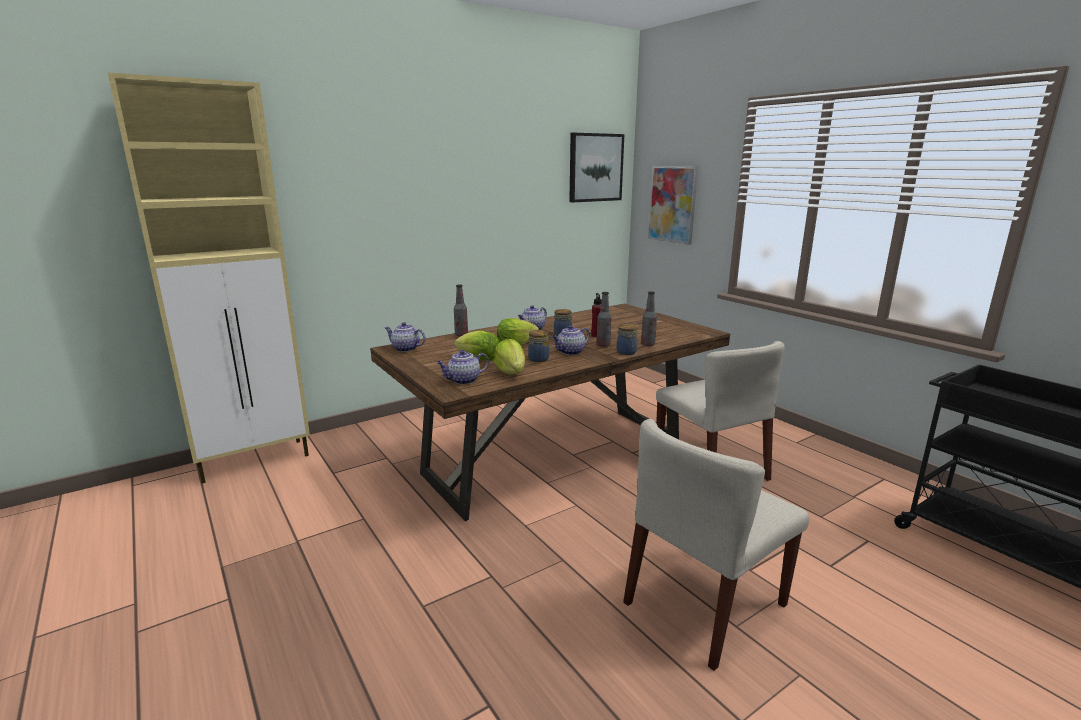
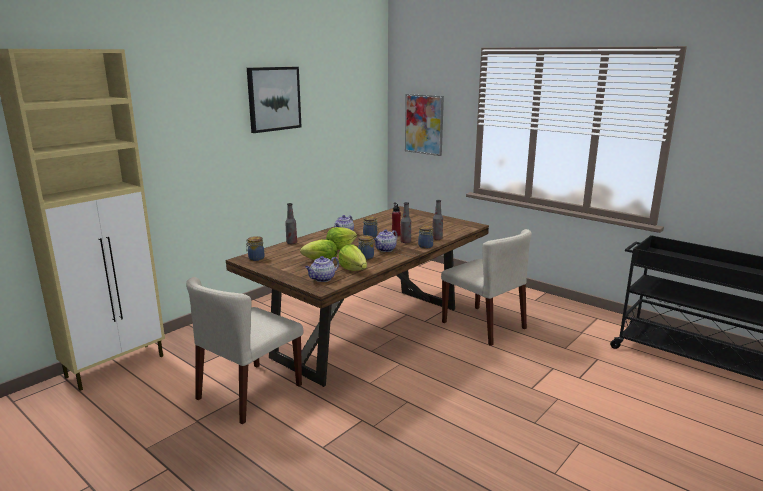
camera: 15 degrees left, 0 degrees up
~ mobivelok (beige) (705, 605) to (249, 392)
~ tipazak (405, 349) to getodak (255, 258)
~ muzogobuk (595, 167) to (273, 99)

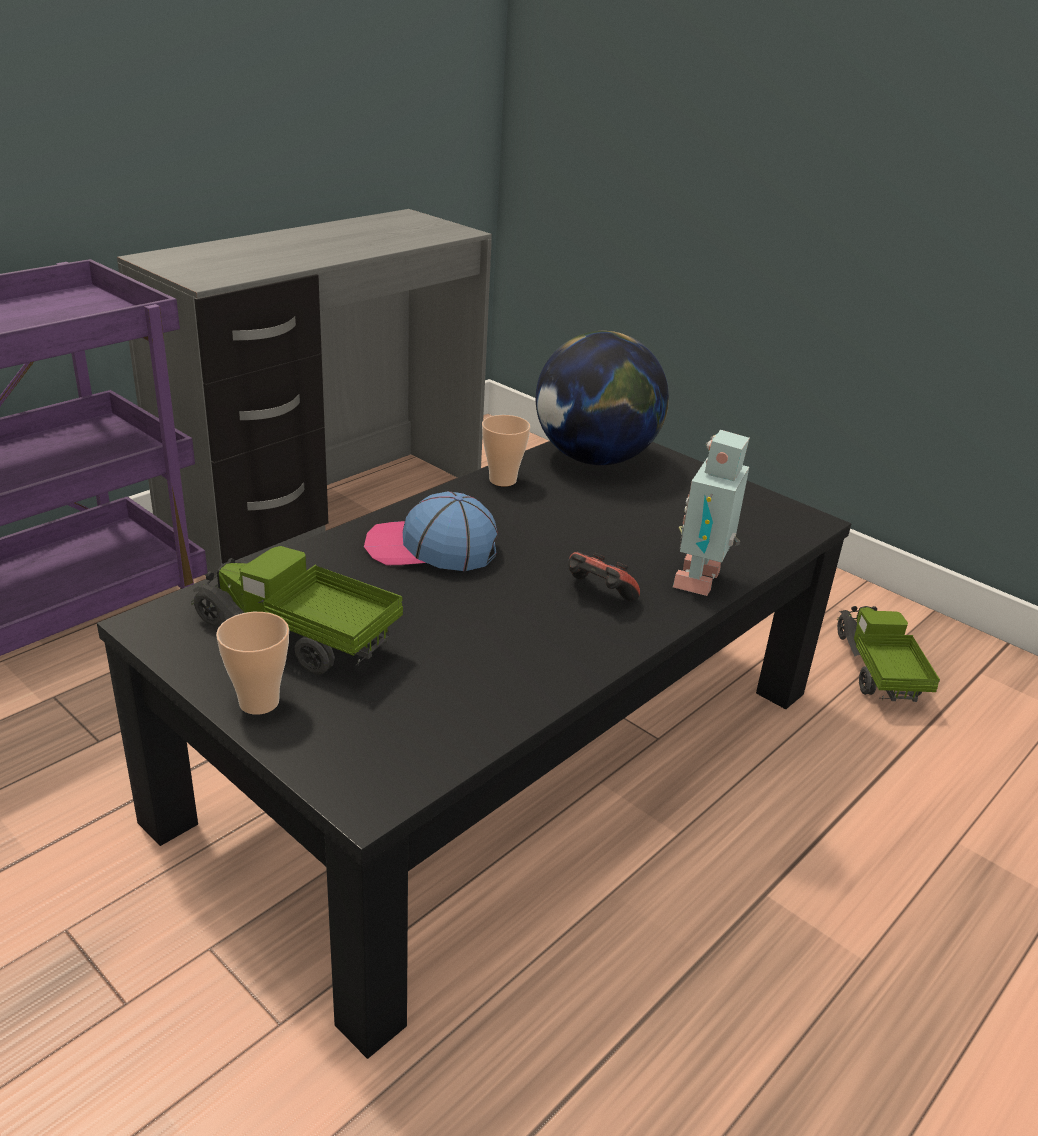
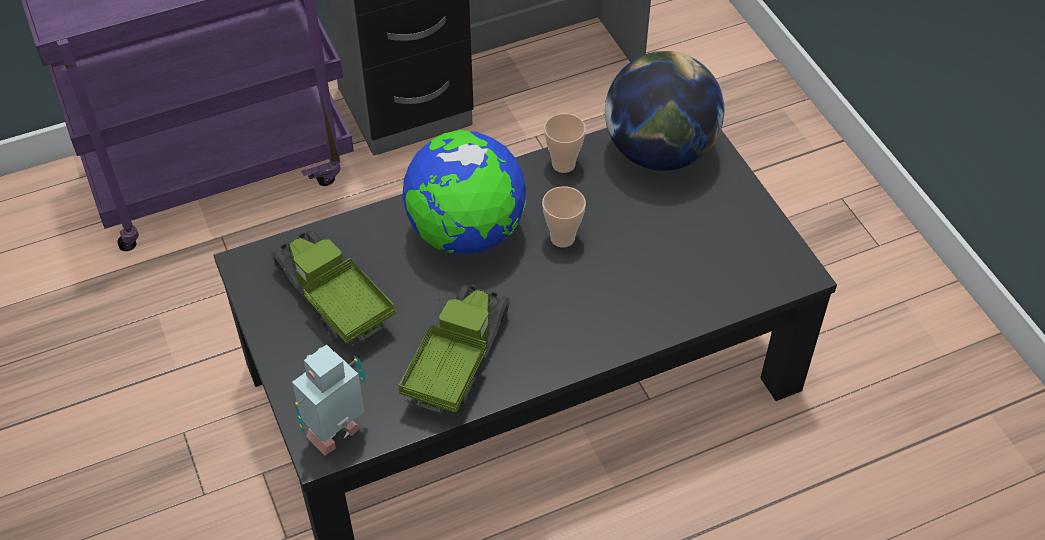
camera: 25 degrees right, 20 degrees up
~ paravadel (702, 580) to (338, 435)
~ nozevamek (875, 671) to (458, 362)
~ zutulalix (431, 548) to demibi (466, 233)
~ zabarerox (259, 702) to (562, 238)
- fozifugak (598, 595)

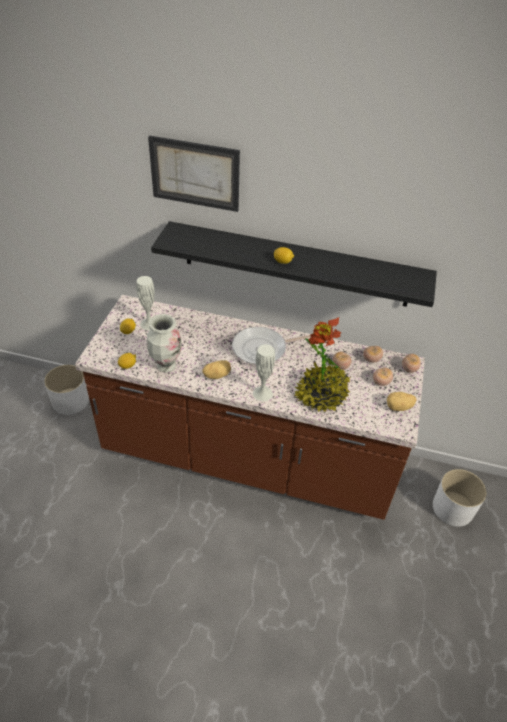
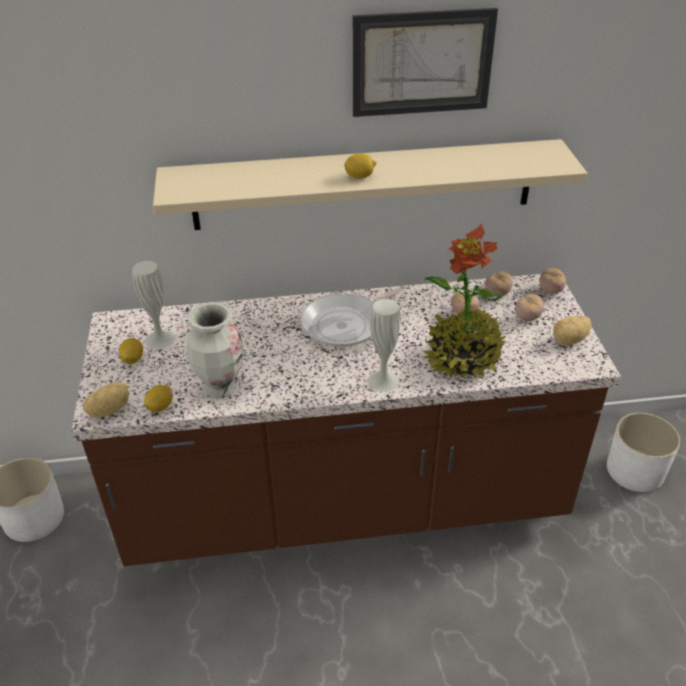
camera: 20 degrees left, 5 degrees down
~ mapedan (217, 375) to (109, 409)
~ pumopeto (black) (295, 264) to pumopeto (beige) (363, 185)
~ muzogobuk (195, 173) to (422, 63)

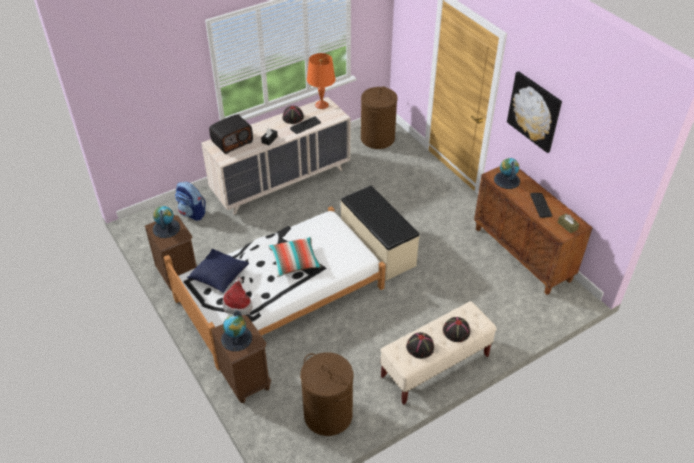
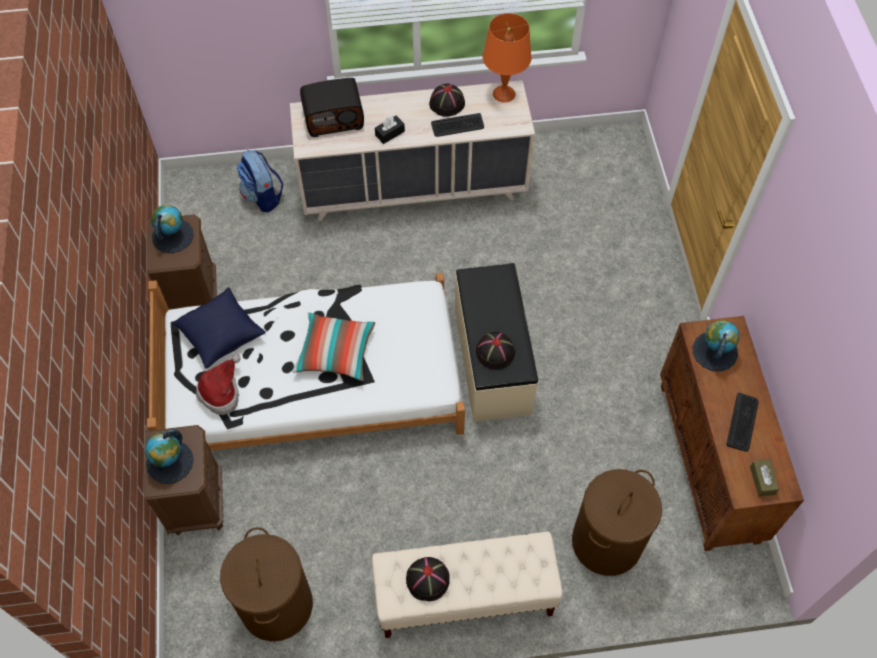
camera: 25 degrees right, 15 degrees up
~ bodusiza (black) (456, 331) to (494, 352)
~ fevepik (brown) (377, 139) to (607, 542)
- muzogobuk (534, 111)

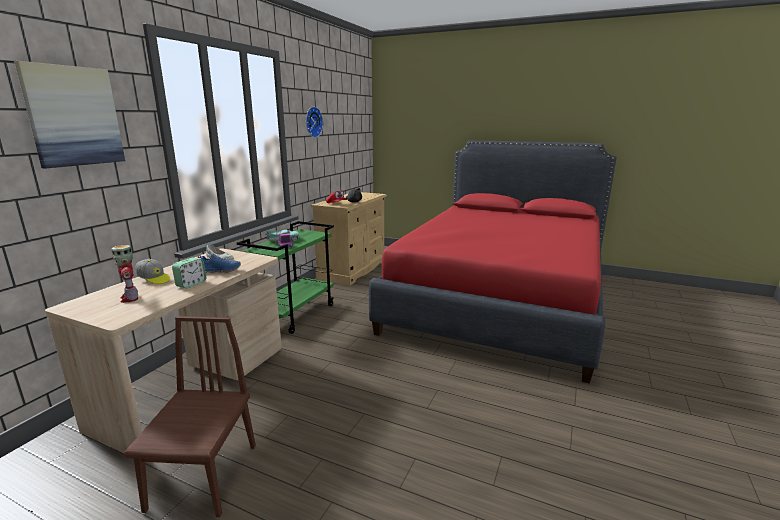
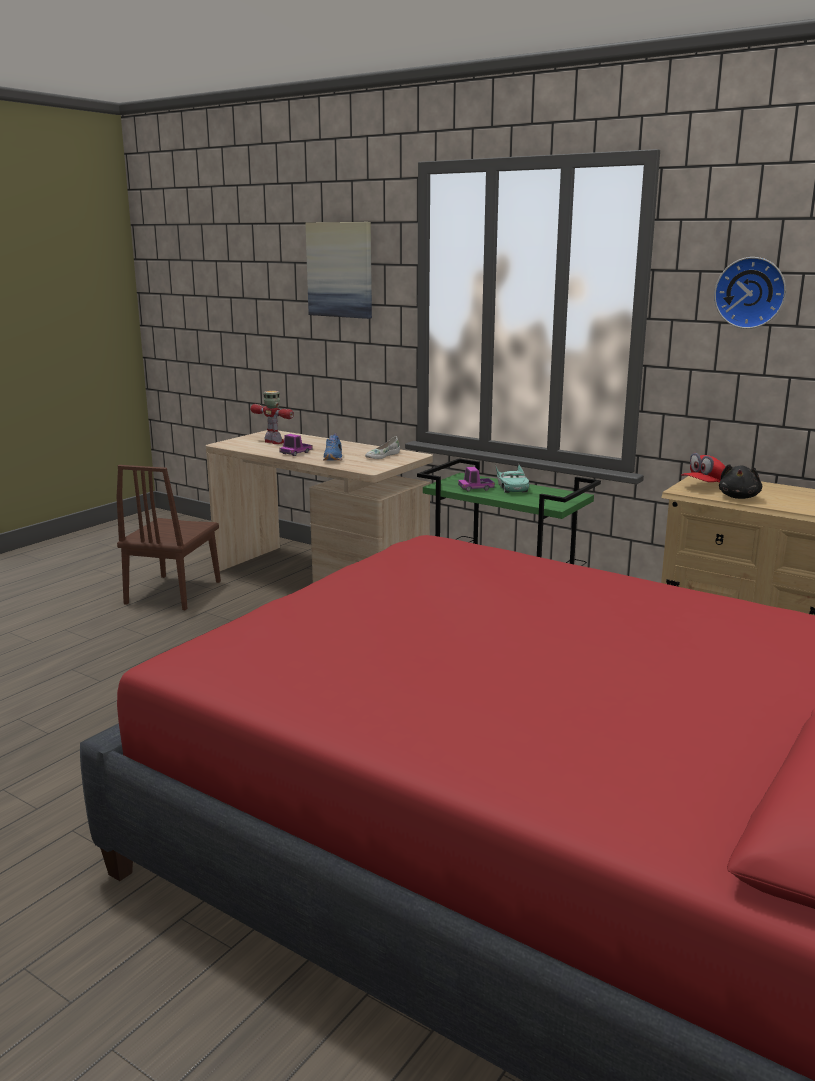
camera: 100 degrees right, 0 degrees up
~ mobivelok (brown) (204, 476) = (173, 592) 90 degrees clockwise
~ paravadel (130, 298) = (274, 442) 60 degrees clockwise
~ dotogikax (191, 284) to nozevamek (296, 453)
- zutulalix (154, 279)

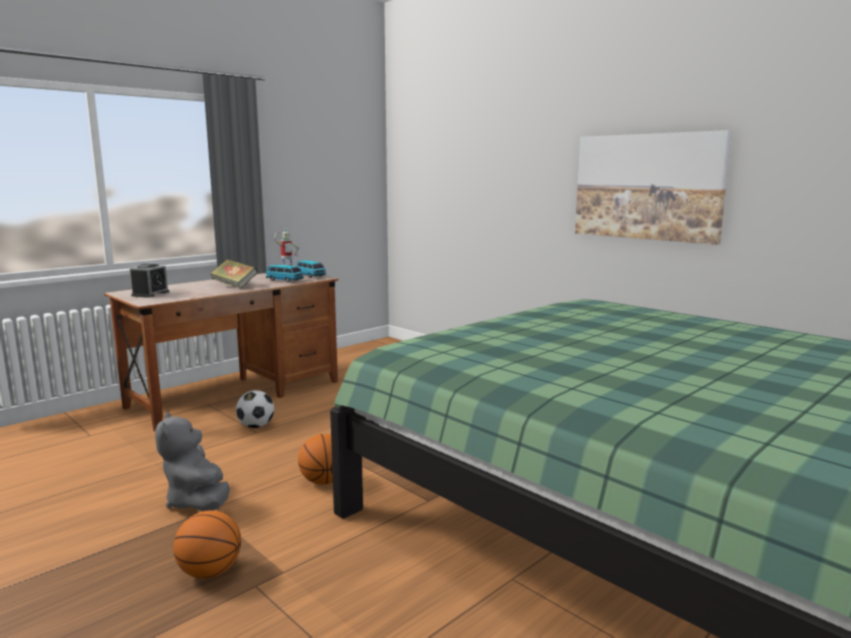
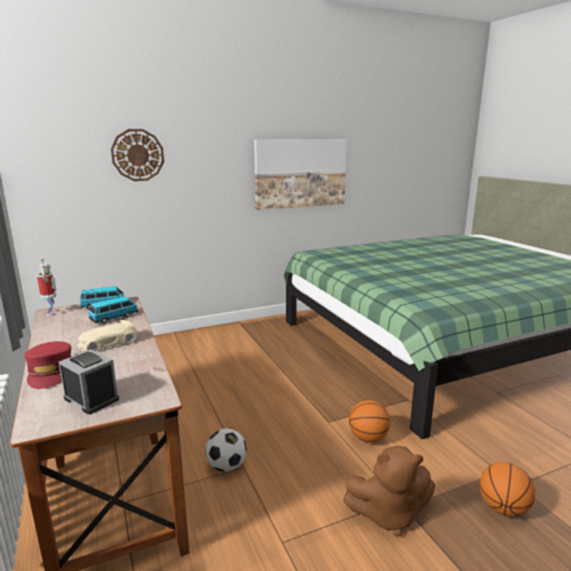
camera: 70 degrees left, 5 degrees up
+ zutulalix (red) (50, 373)
~ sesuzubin (234, 286) to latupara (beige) (108, 343)
+ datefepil (138, 155)
~ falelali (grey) (198, 502) to falelali (brown) (388, 514)

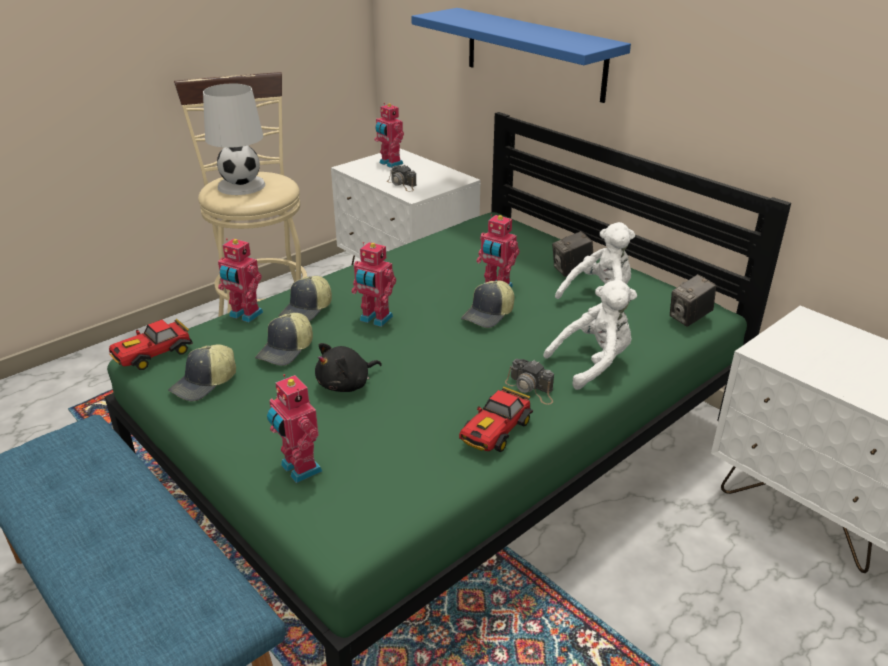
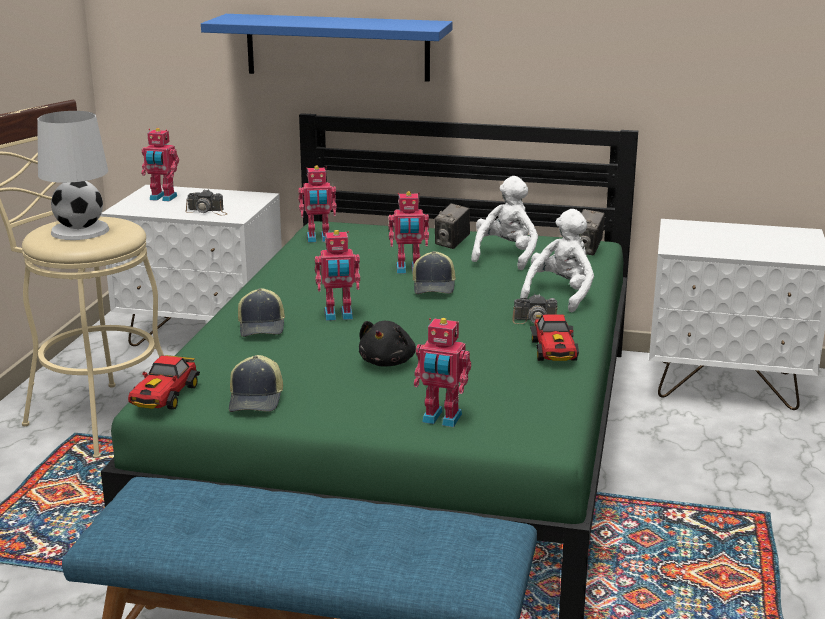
camera: 35 degrees left, 10 degrees down
~ paravadel (244, 315) to (318, 239)
- zutulalix (286, 350)

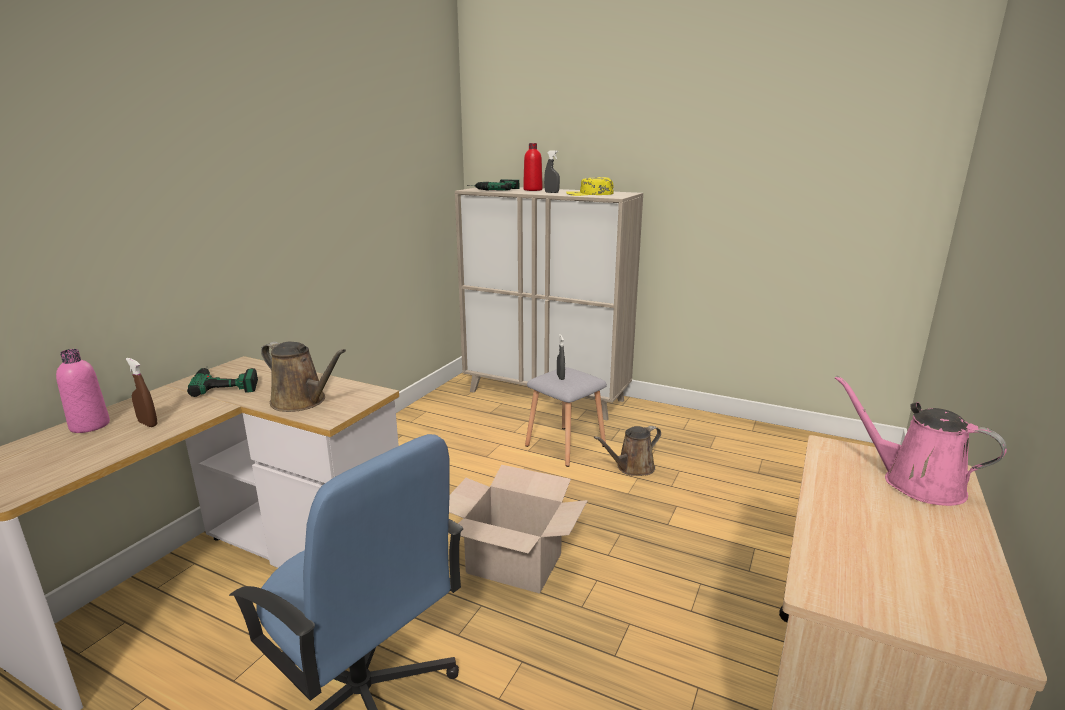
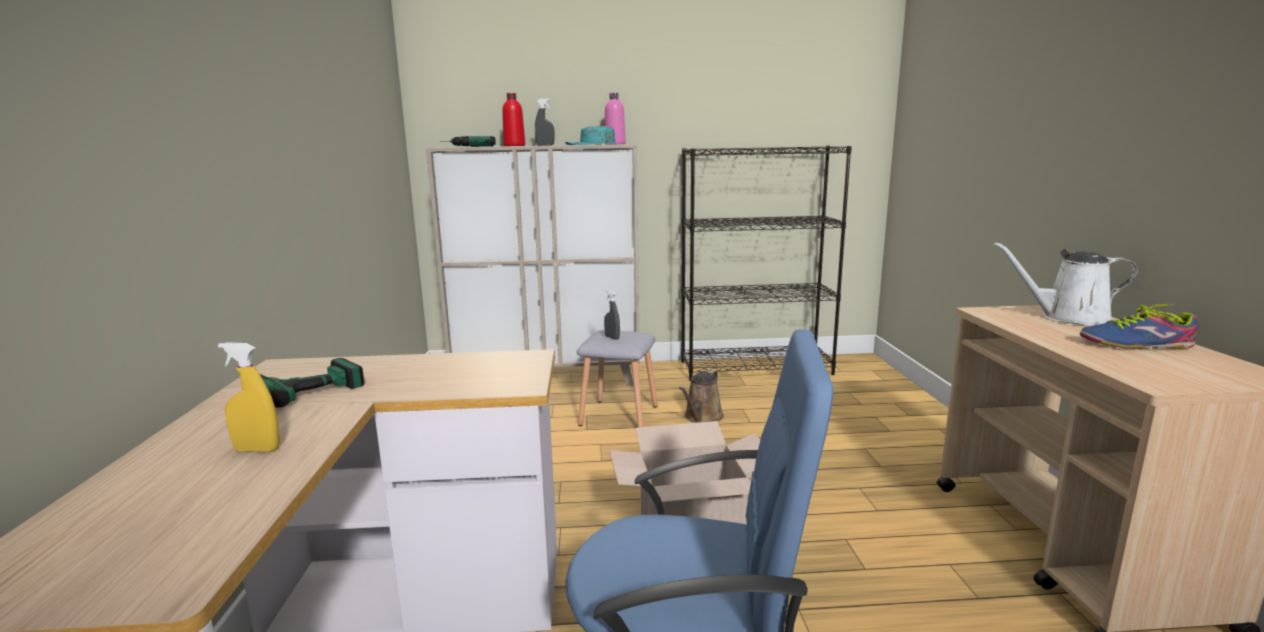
camera: 30 degrees left, 5 degrees down
~ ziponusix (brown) (148, 423) to ziponusix (yellow) (257, 450)
~ zutulalix (yellow) (589, 194) to zutulalix (turquoise) (590, 144)
~ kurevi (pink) (90, 426) to (615, 144)
+ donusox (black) (756, 368)
~ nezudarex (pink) (914, 483) to nezudarex (white) (1068, 318)
+ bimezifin (1136, 344)
- nezudarex (brown) (302, 401)

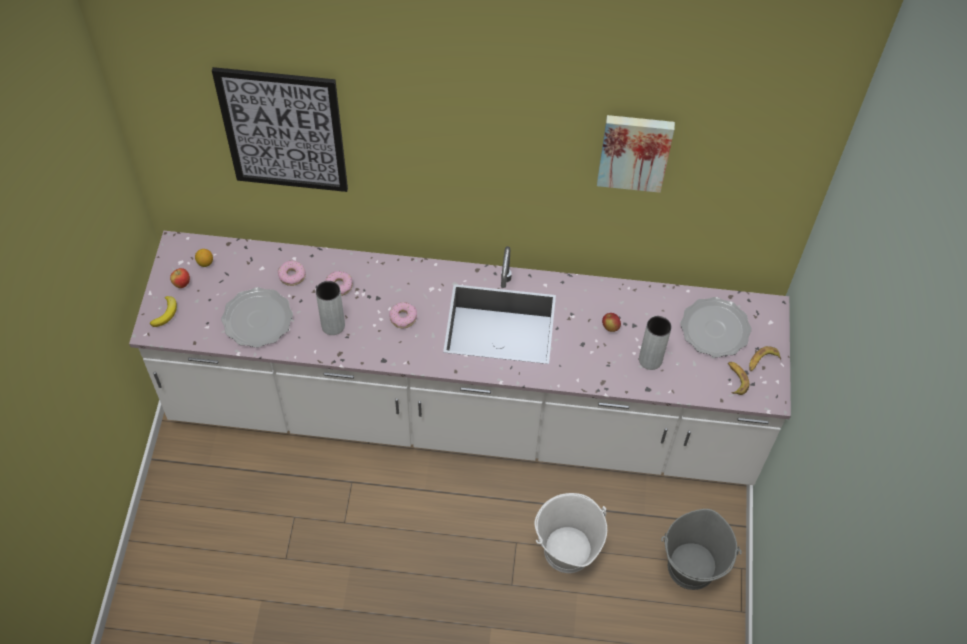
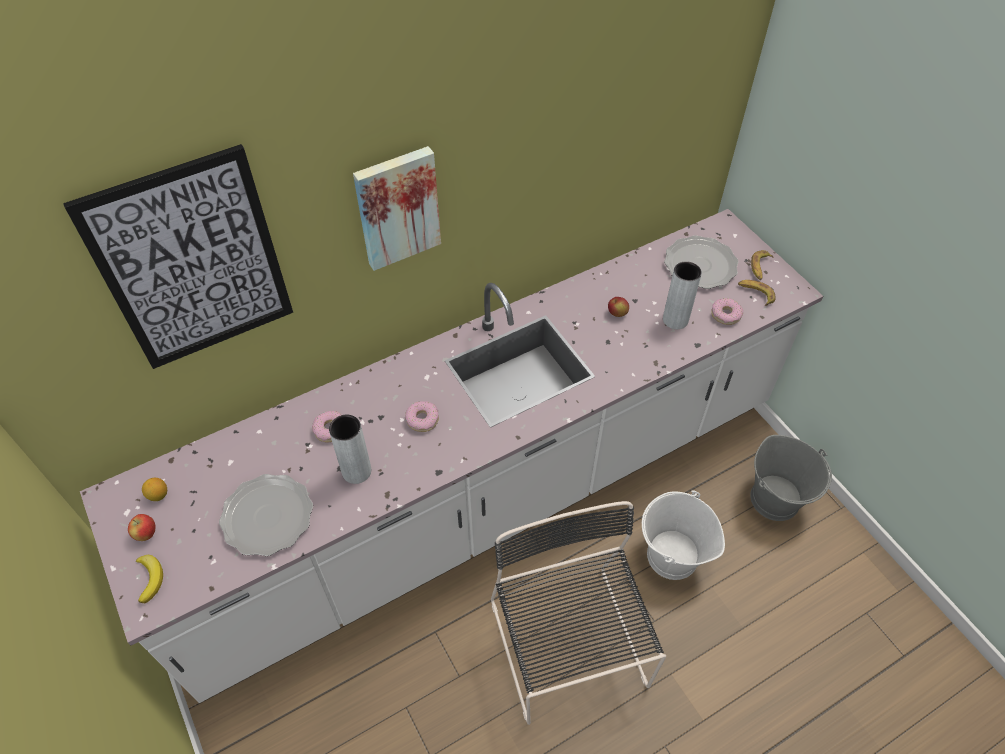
camera: 35 degrees left, 5 degrees down
~ muzogobuk (634, 151) to (397, 207)
+ mobivelok (black) (569, 649)
~ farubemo (292, 275) to (725, 314)

